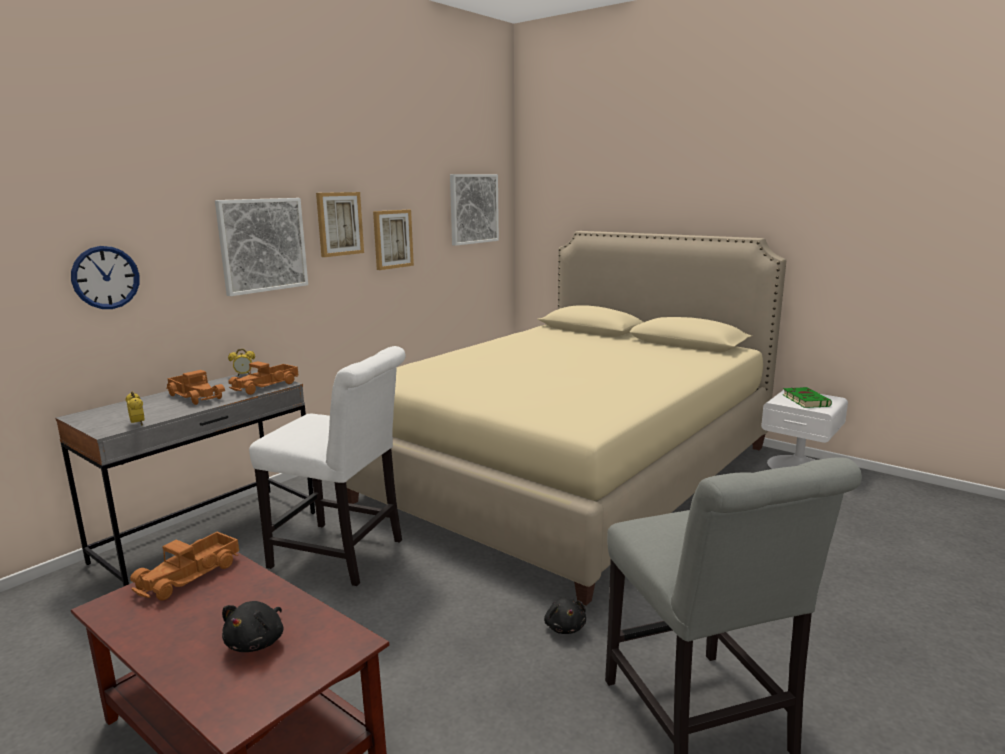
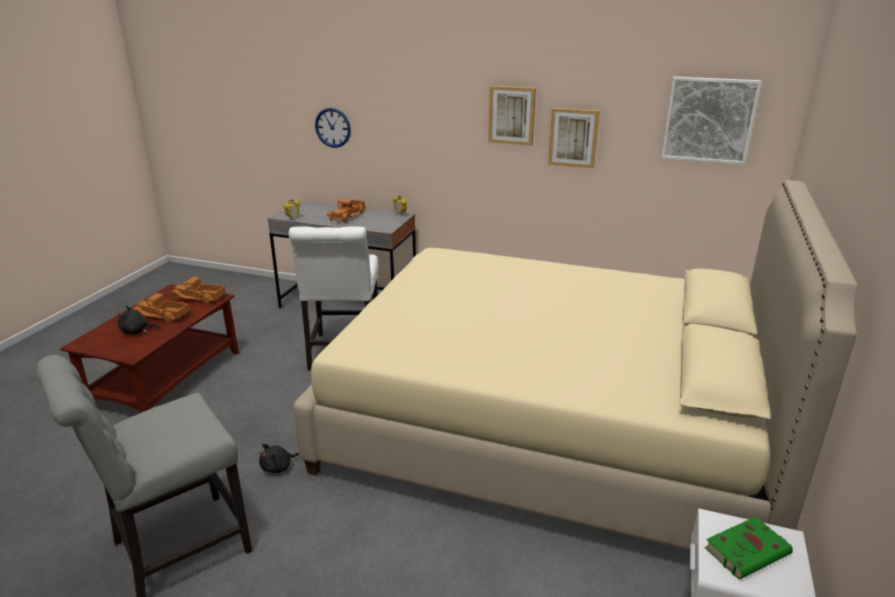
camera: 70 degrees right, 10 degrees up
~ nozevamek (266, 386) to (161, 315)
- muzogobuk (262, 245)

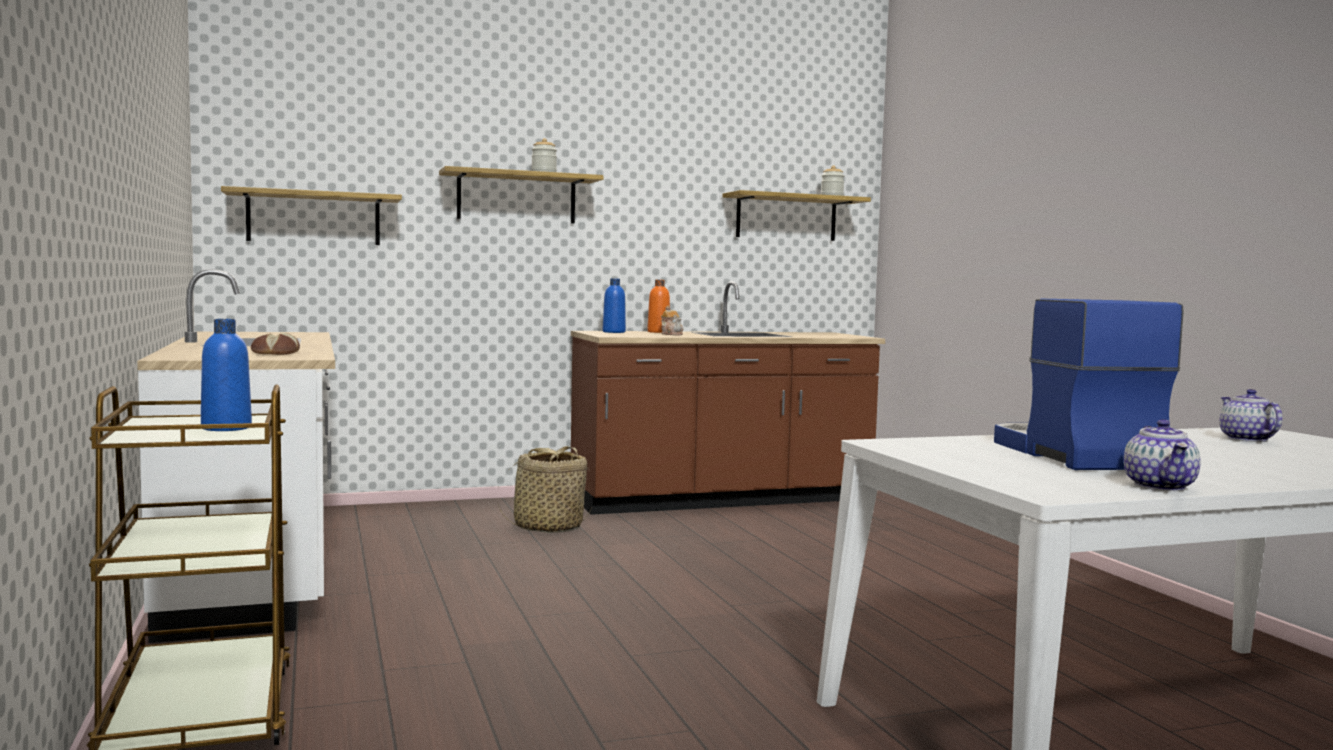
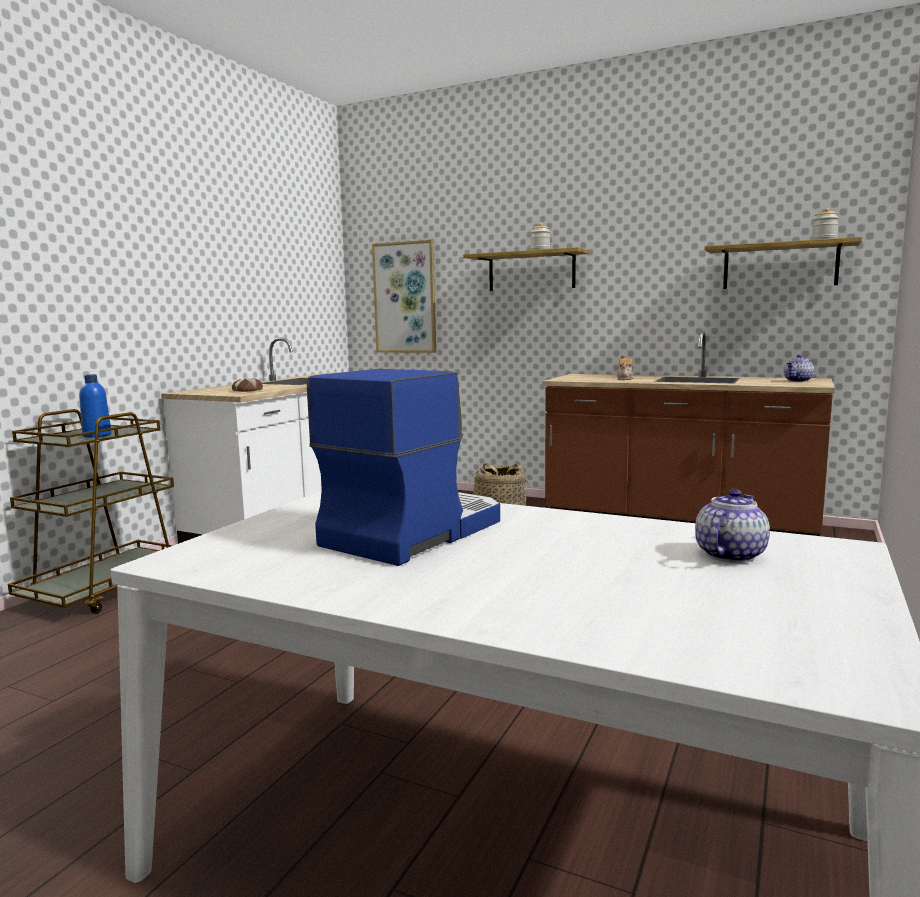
camera: 45 degrees right, 5 degrees up
~ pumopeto (314, 218) to muzogobuk (405, 298)
~ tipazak (1161, 486) to (798, 381)
- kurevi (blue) (614, 332)
- kurevi (orange) (658, 332)

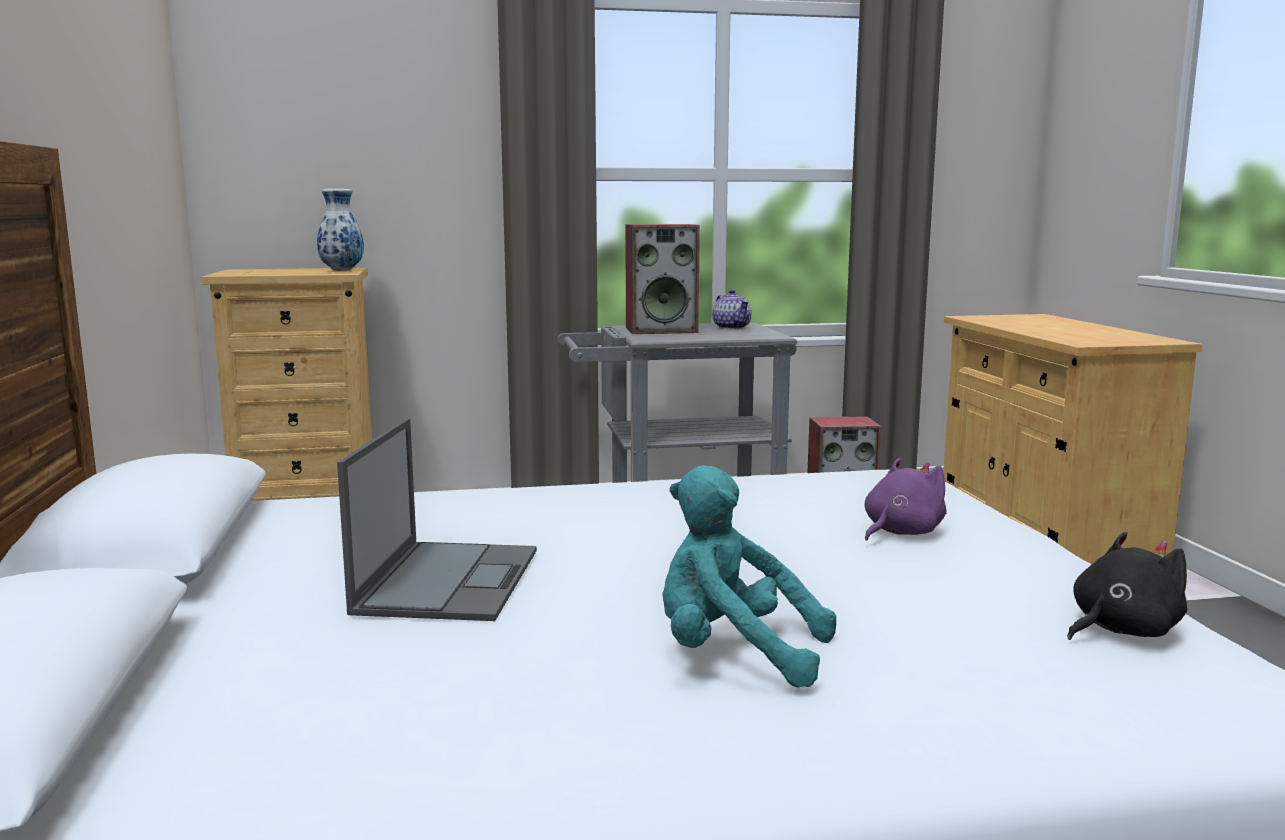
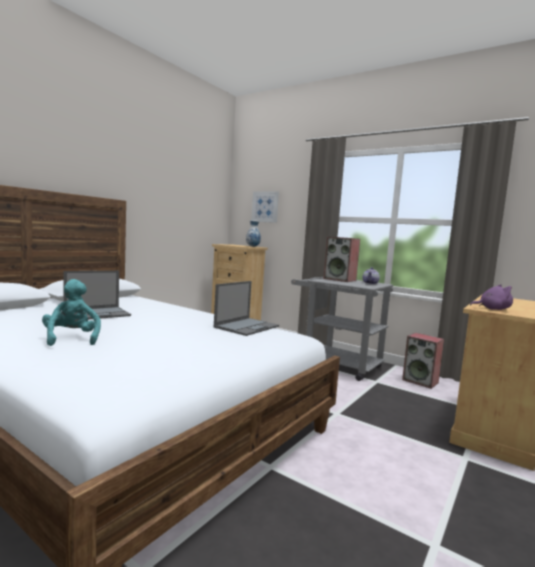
camera: 45 degrees right, 5 degrees down
+ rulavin (247, 326)
+ muzogobuk (265, 207)
~ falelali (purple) (900, 532) to (492, 309)
- falelali (black) (1120, 629)

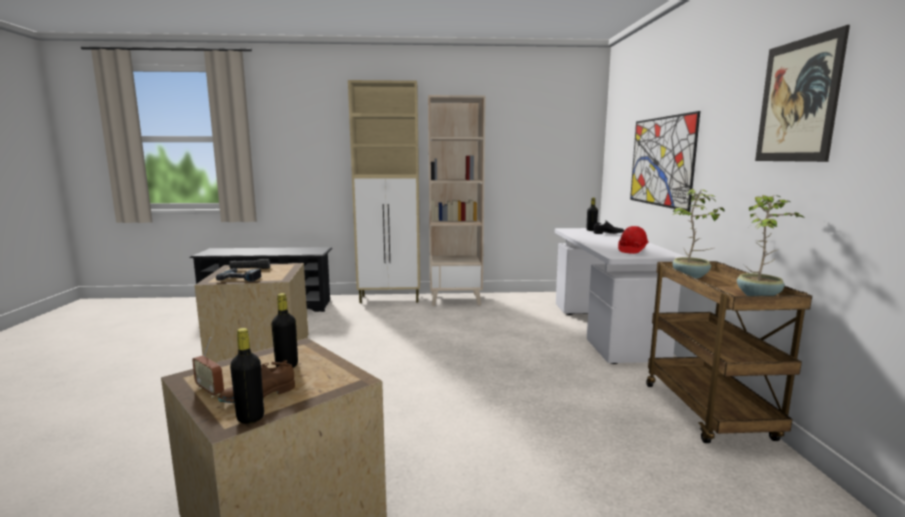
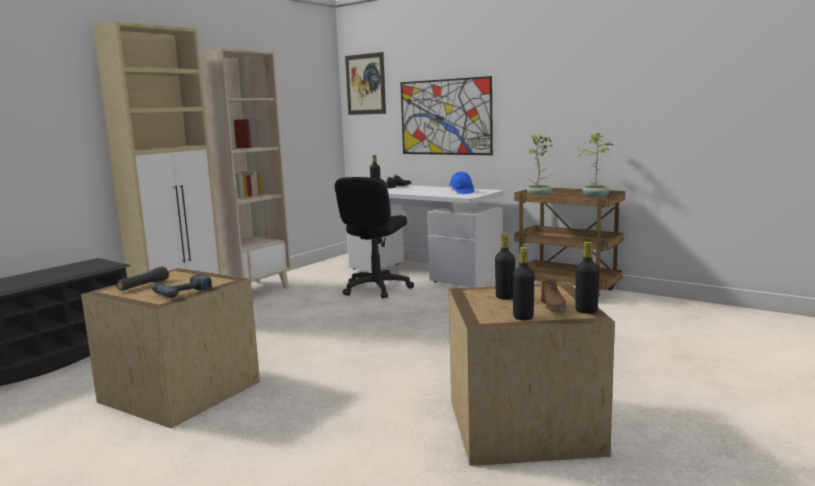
camera: 50 degrees left, 0 degrees up
+ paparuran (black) (376, 288)
~ muzogobuk (797, 101) to (365, 84)
~ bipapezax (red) (632, 250) to bipapezax (blue) (461, 192)
~ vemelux (210, 391) to kurevi (black) (523, 317)

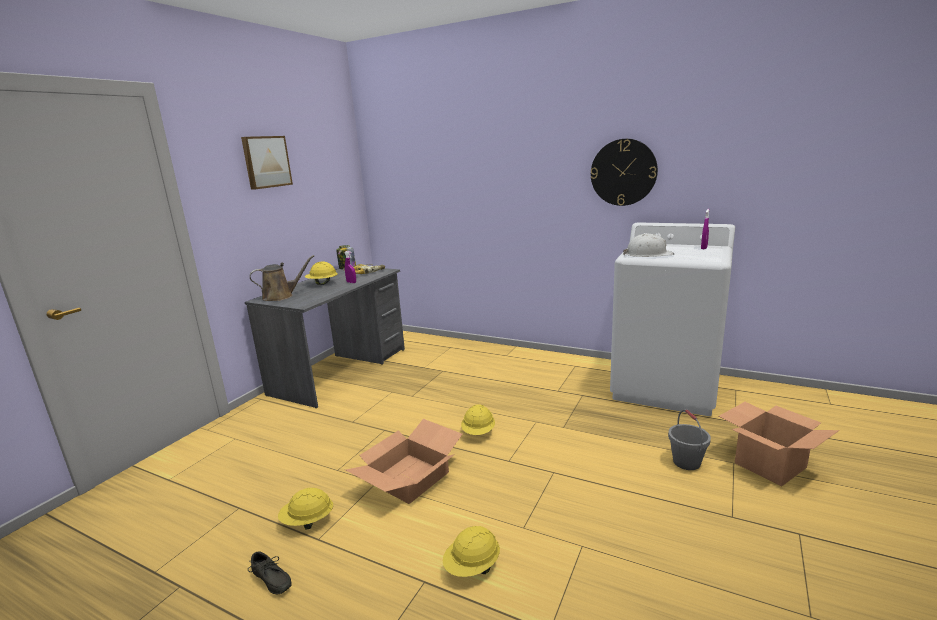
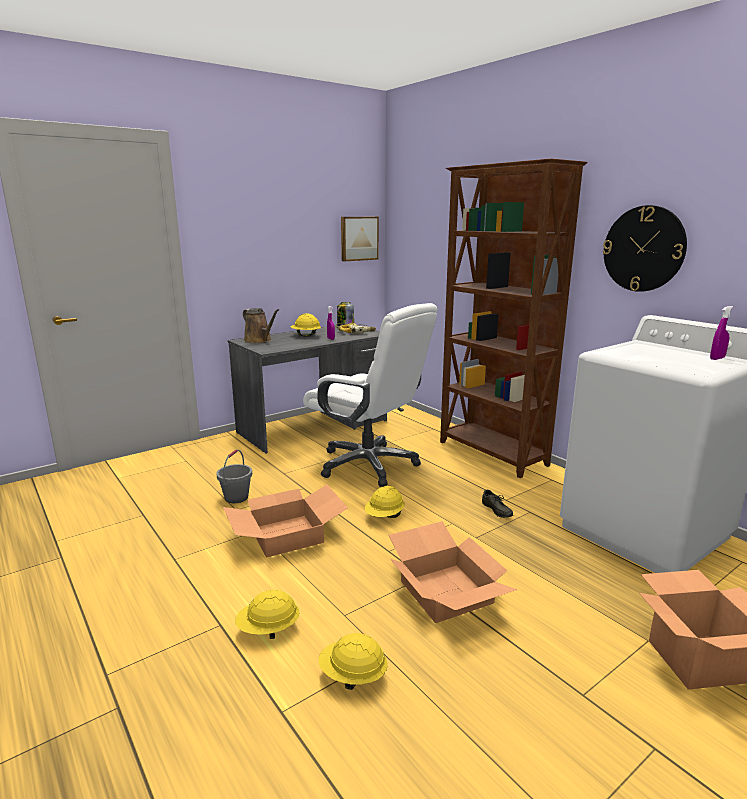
camera: 25 degrees right, 0 degrees up
~ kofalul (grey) (687, 462) to (236, 498)
~ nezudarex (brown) (281, 296) = (259, 340) 45 degrees clockwise
+ paparuran (white) (369, 464)
~ bipapezax (yellow) (308, 521) to (352, 676)
~ muzogobuk (266, 162) to (358, 238)
+ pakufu (444, 591)
+ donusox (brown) (492, 454)
~ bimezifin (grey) (270, 581) to (495, 511)
- bipapezax (white) (648, 254)

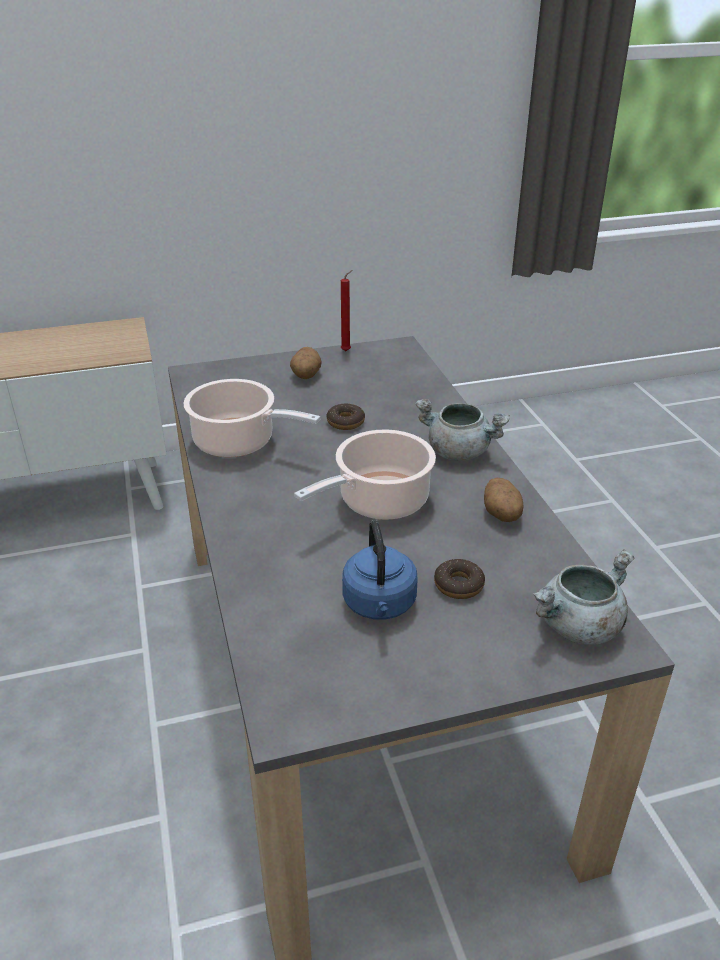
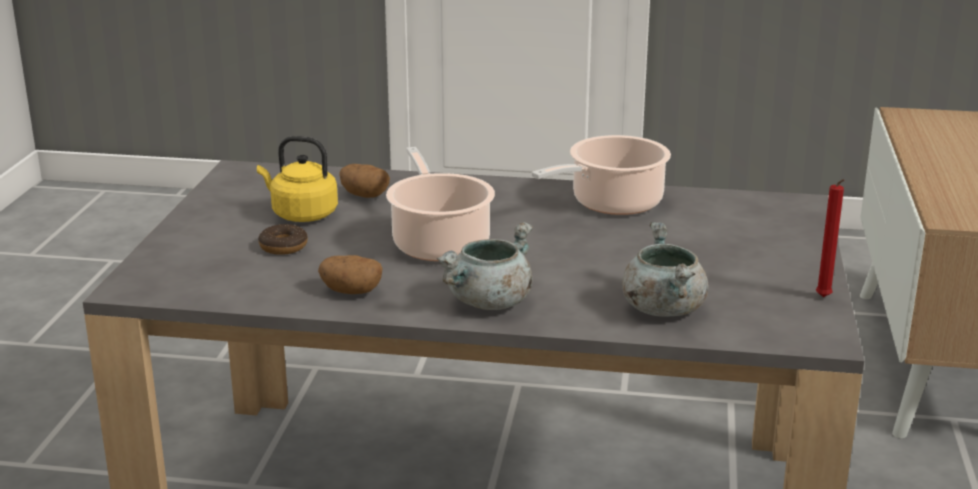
camera: 115 degrees right, 10 degrees down
~ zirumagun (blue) (379, 605) to zirumagun (yellow) (301, 214)
~ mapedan (306, 375) to (364, 195)
~ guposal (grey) (578, 627) to (662, 308)
- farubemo (345, 422)

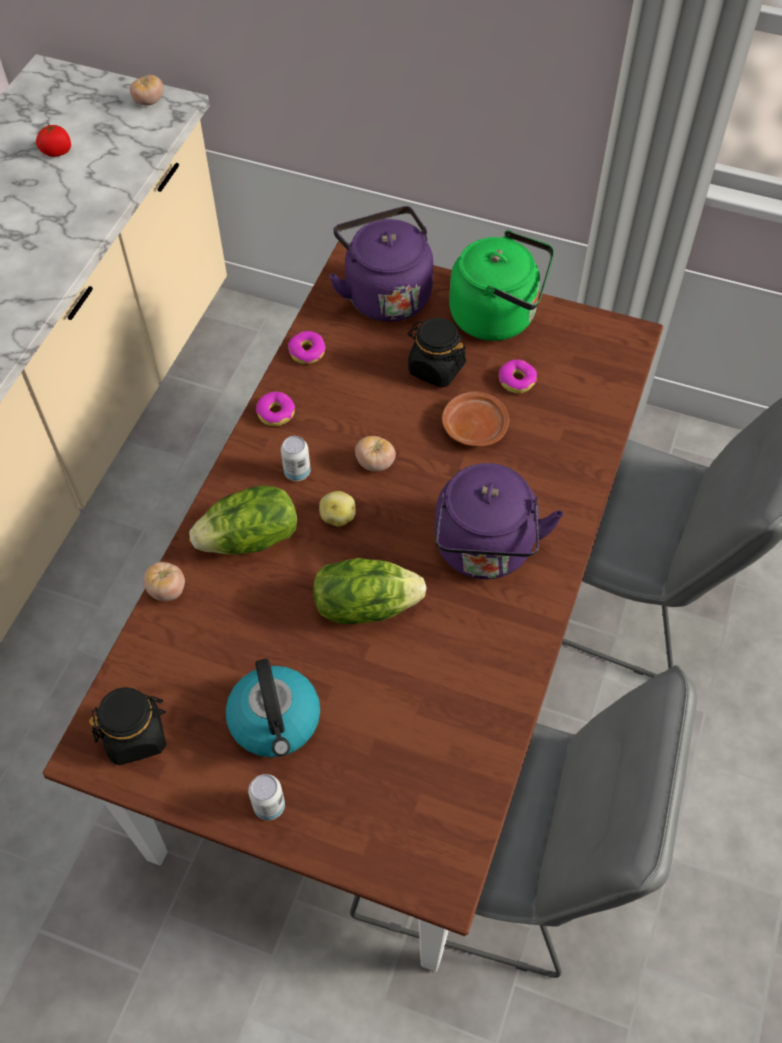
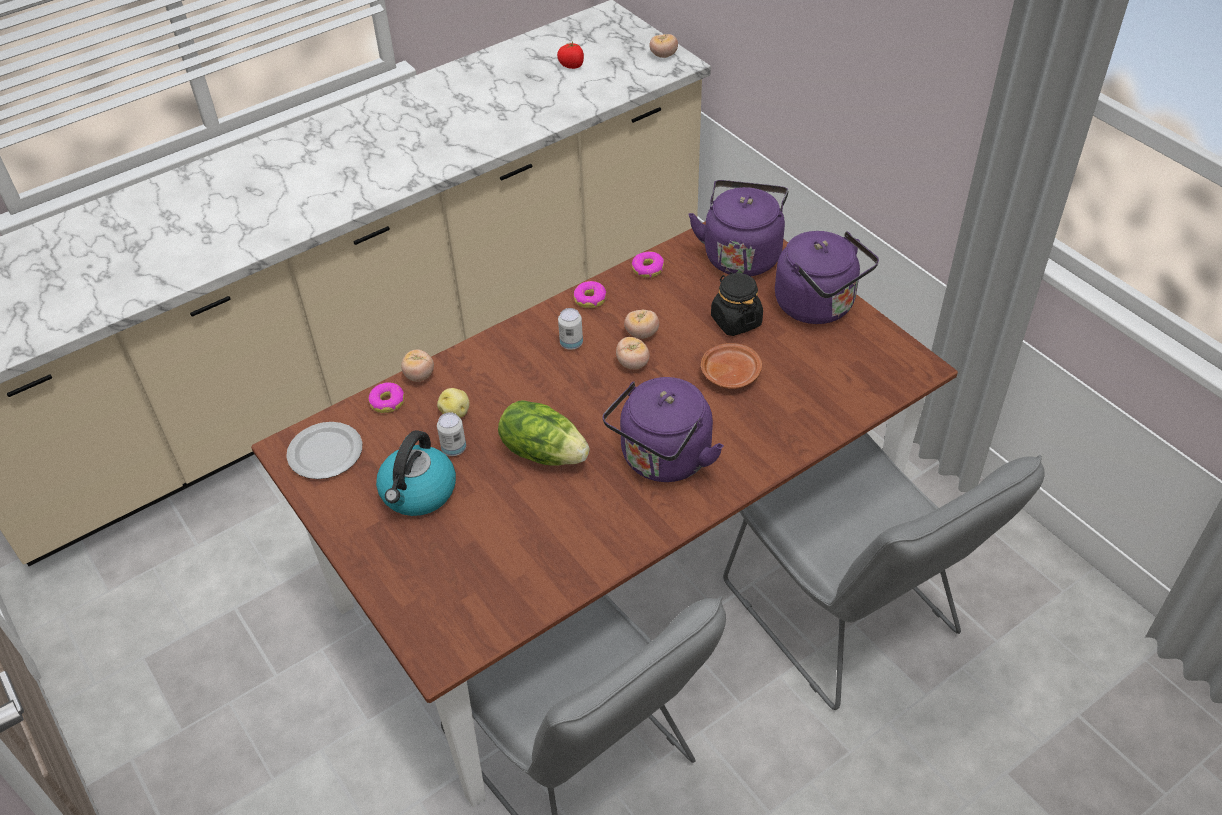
camera: 35 degrees right, 10 degrees down
~ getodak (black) (136, 735) to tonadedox (324, 453)
~ farubemo (517, 380) to (387, 402)
~ mapedan (338, 516) to (455, 412)
~ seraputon (269, 806) to (454, 449)
+ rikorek (641, 334)
~ zirumagun (green) (498, 316) to zirumagun (purple) (819, 306)
- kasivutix (251, 540)

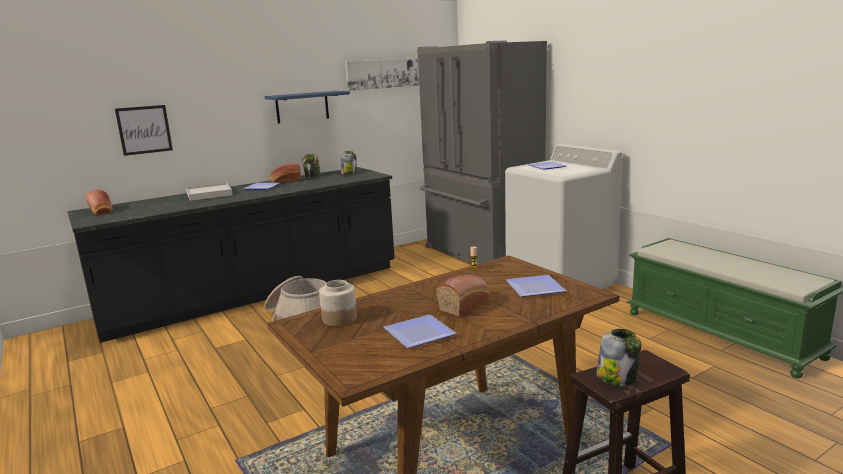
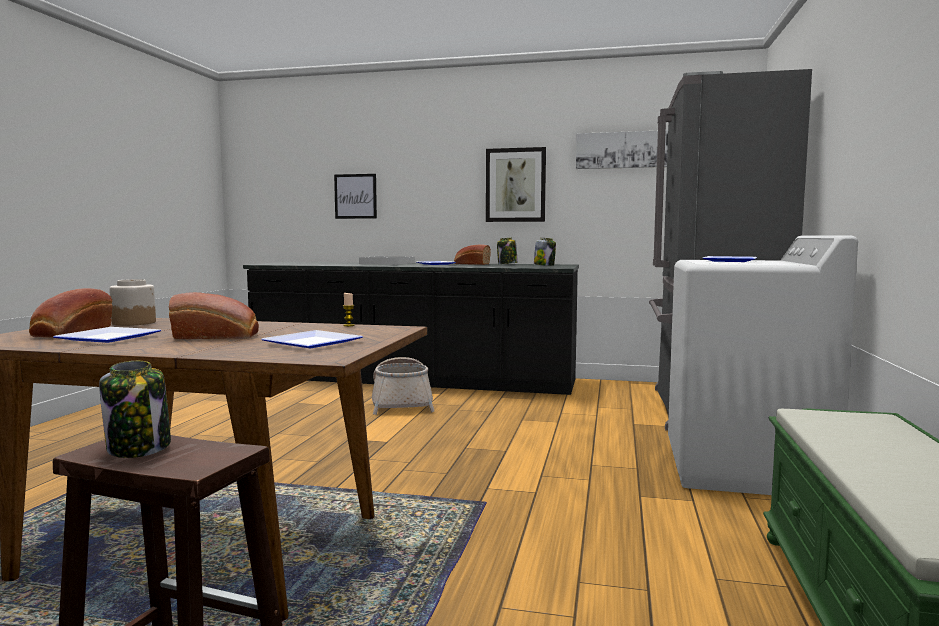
camera: 45 degrees right, 10 degrees down
~ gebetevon (101, 211) to (71, 332)
~ pumopeto (blue) (302, 107) to muzogobuk (515, 185)

